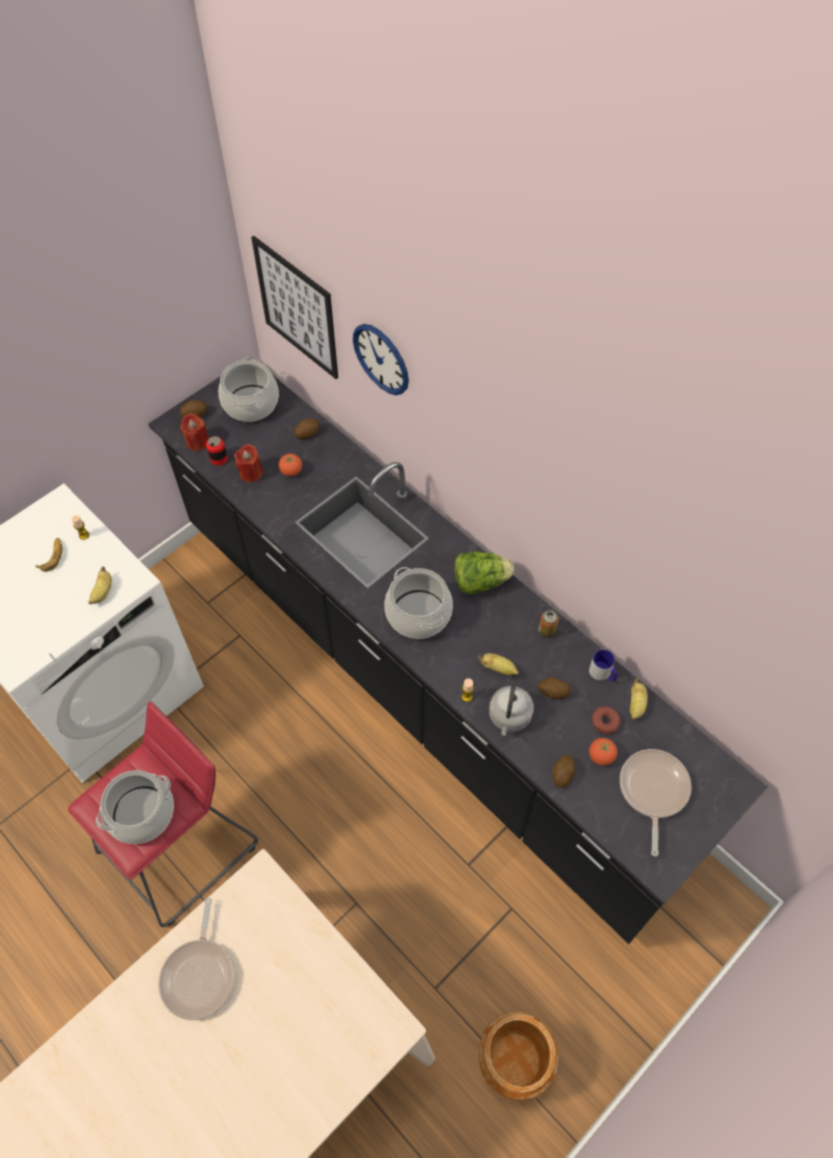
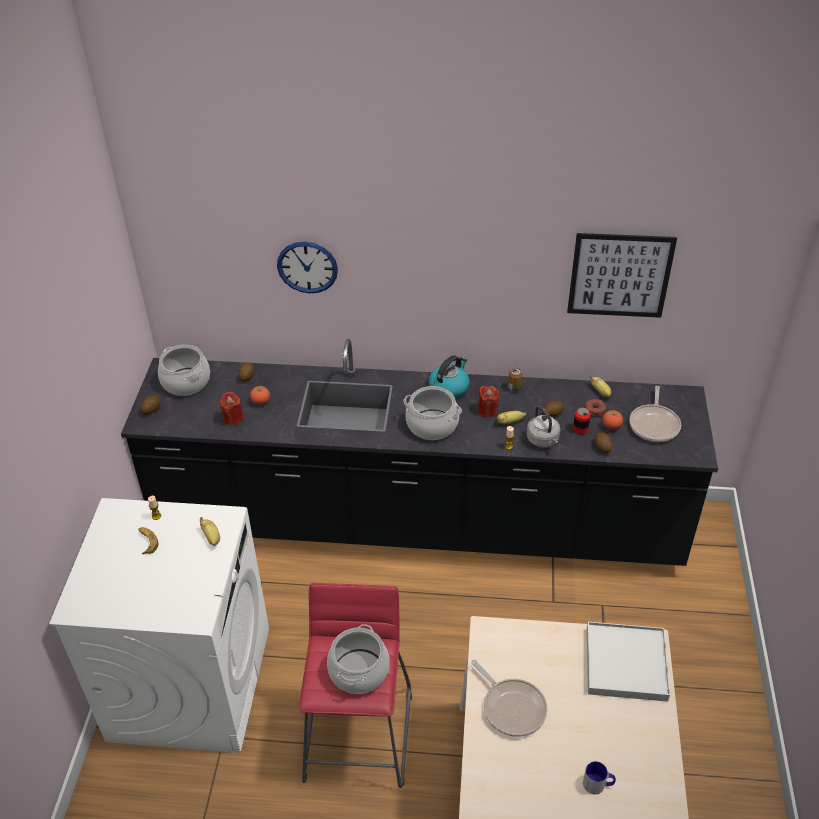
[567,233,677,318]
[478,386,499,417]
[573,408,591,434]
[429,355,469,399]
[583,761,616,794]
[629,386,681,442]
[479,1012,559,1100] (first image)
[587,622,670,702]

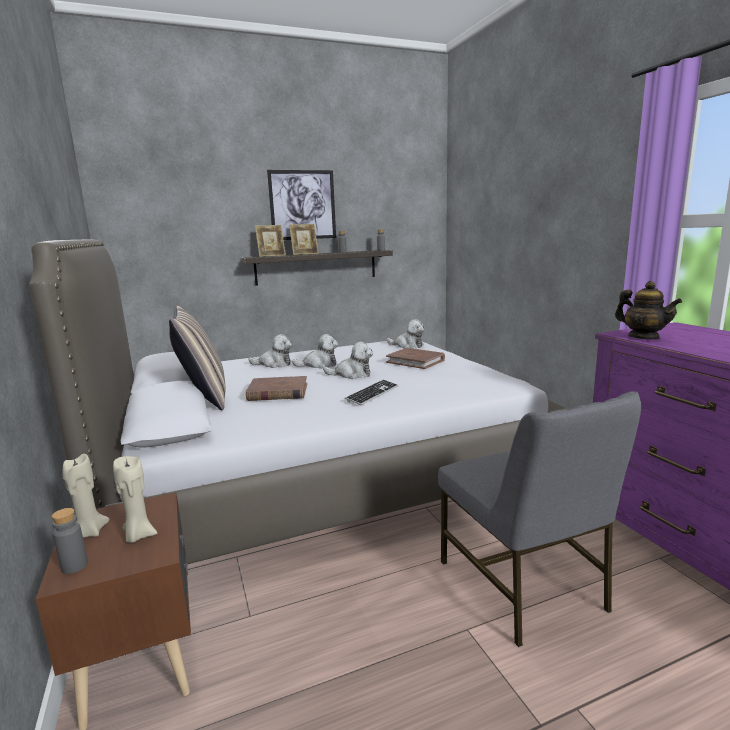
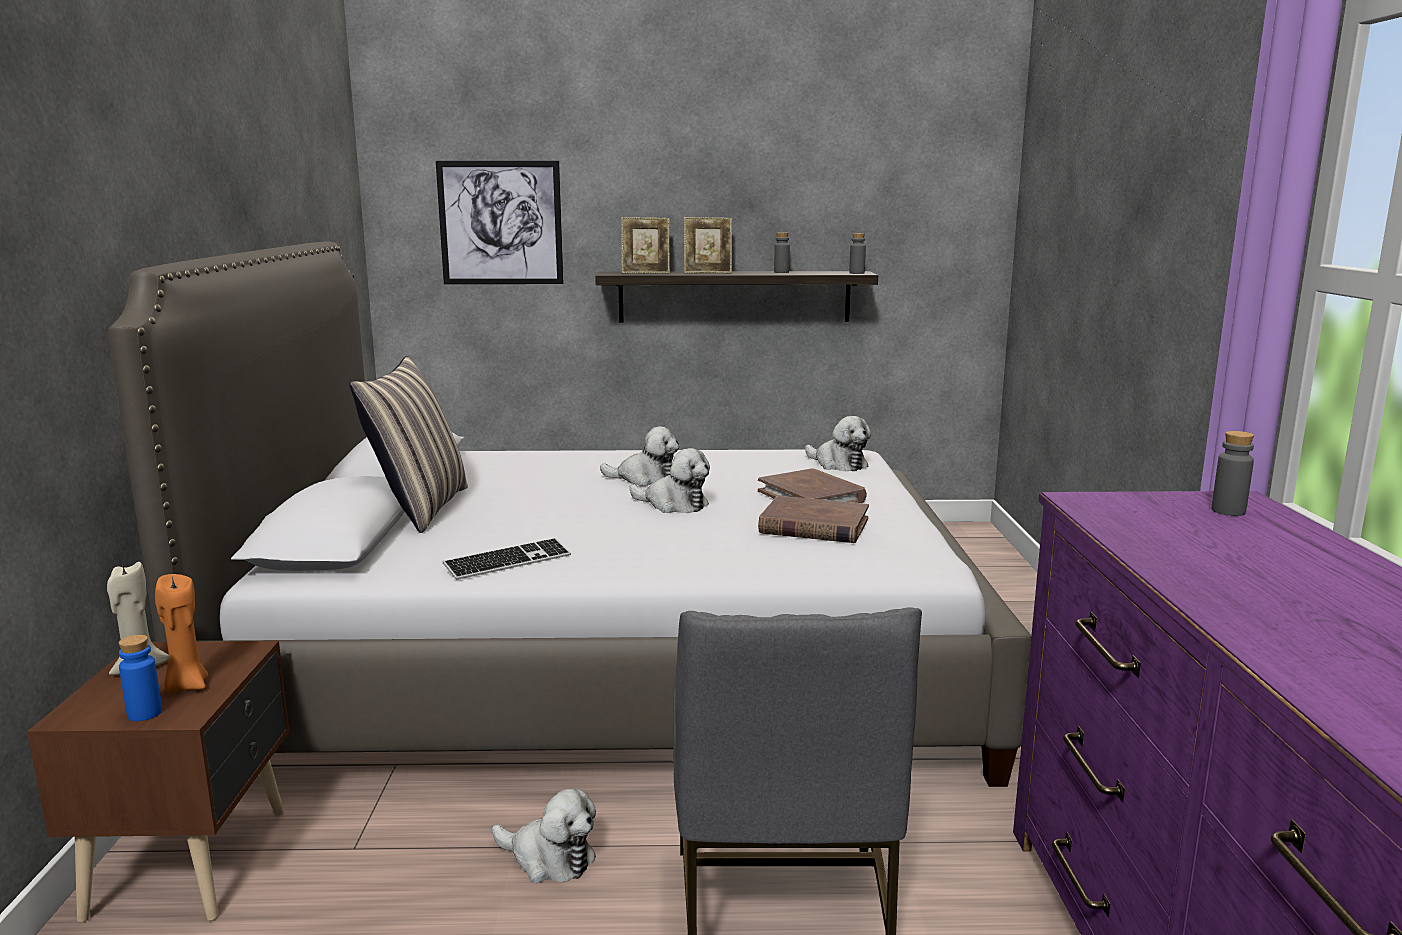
[436,161,564,284]
[615,281,682,340] (first image)
[492,789,596,883]
[758,496,869,543]
[443,538,571,580]
[155,574,208,693]
[1211,431,1254,516]
[119,635,162,721]

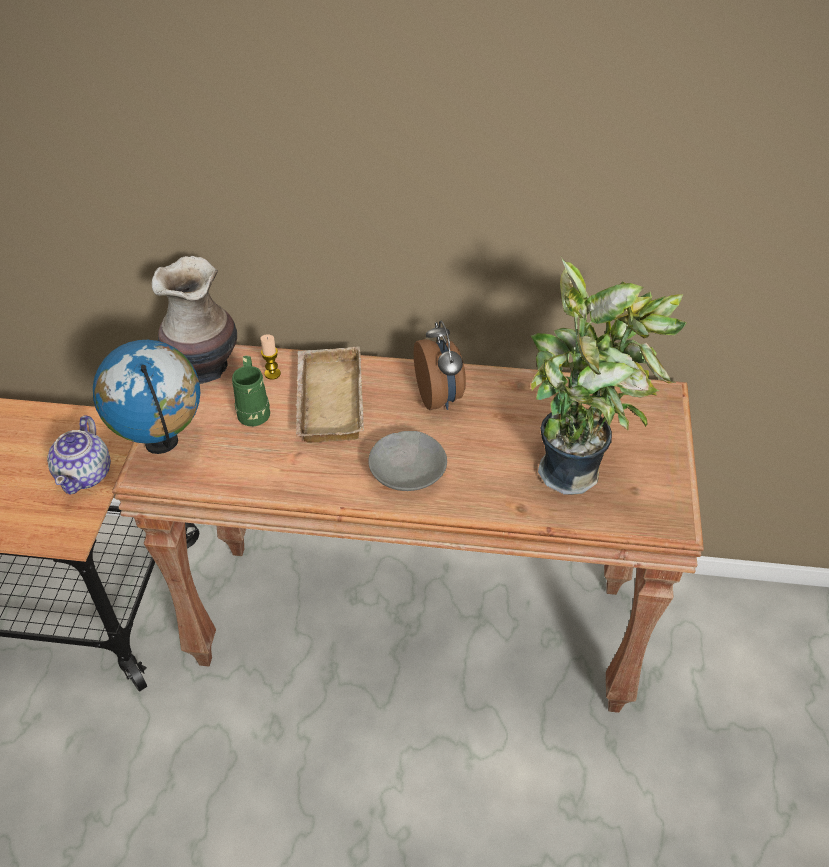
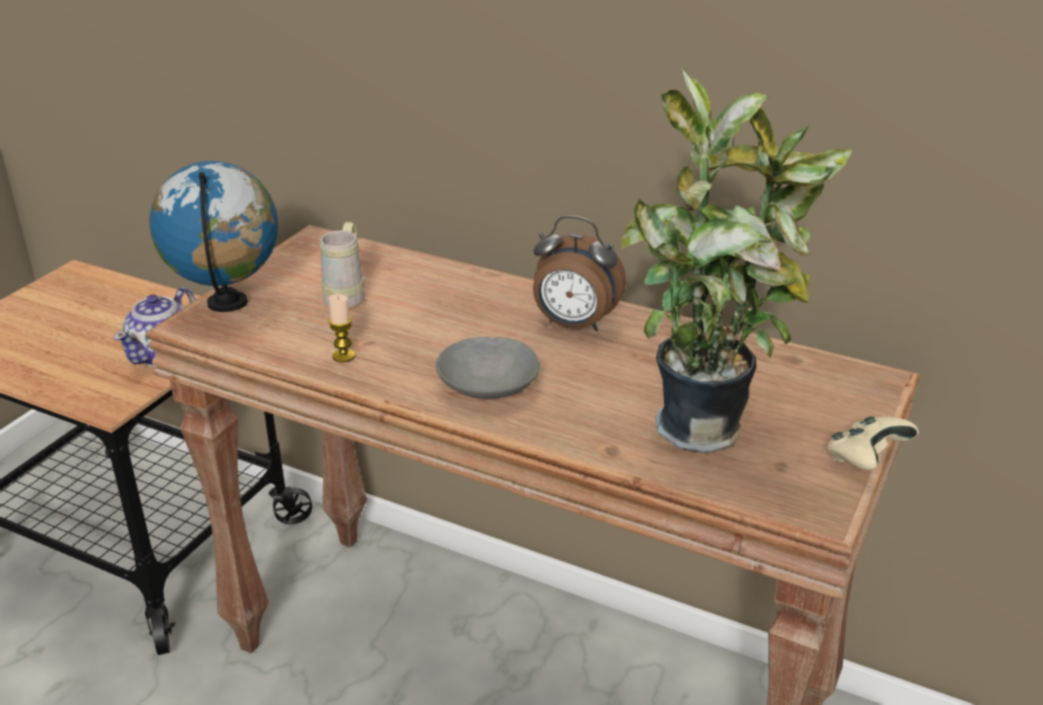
[152,256,237,384] (first image)
[533,216,626,331]
[328,294,355,363]
[295,346,364,443] (first image)
[320,222,365,309]
[827,416,919,470]

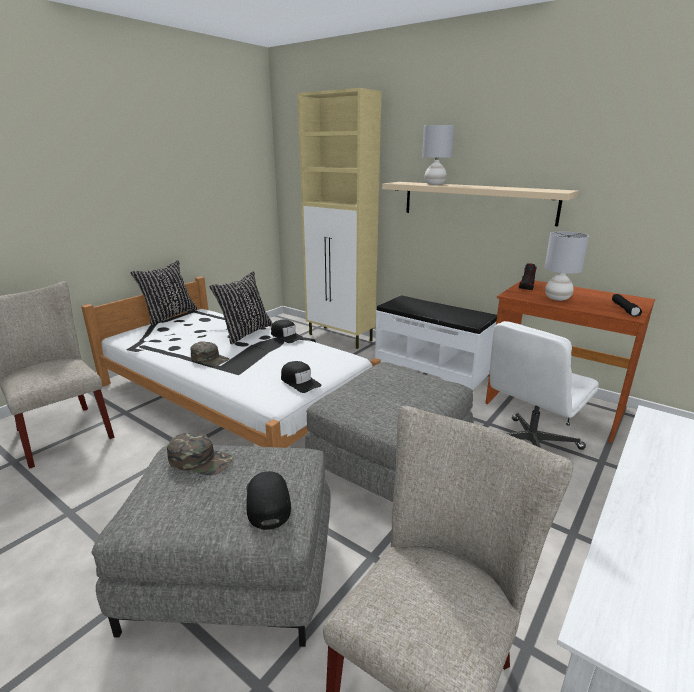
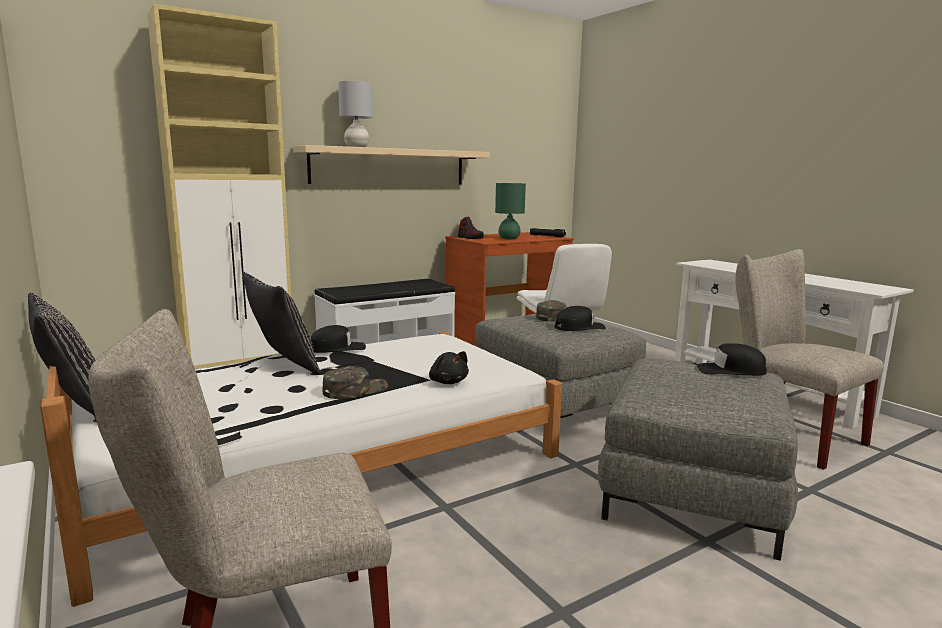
[495,183,526,239]
[555,306,606,331]
[536,300,567,322]
[429,351,469,384]

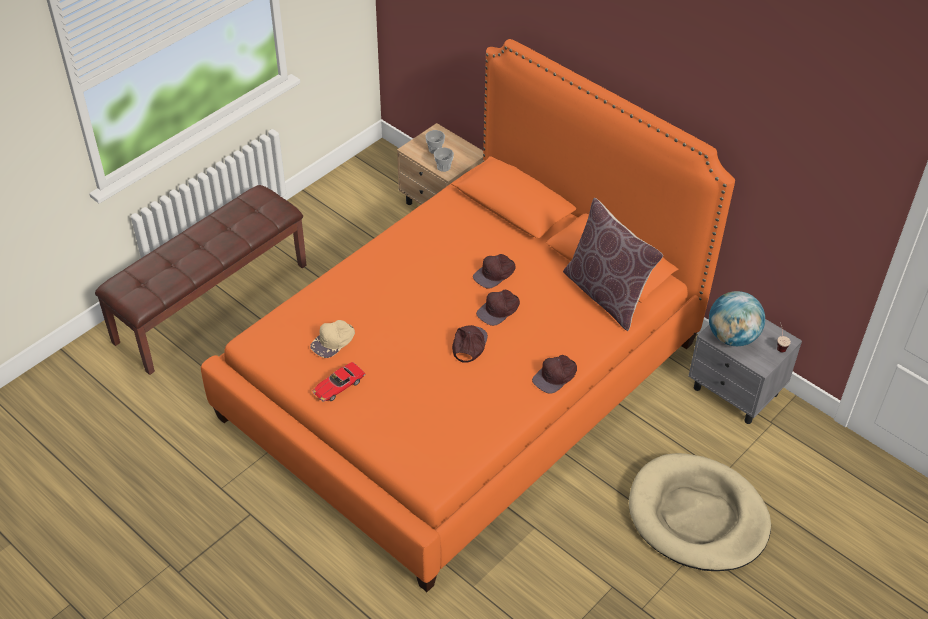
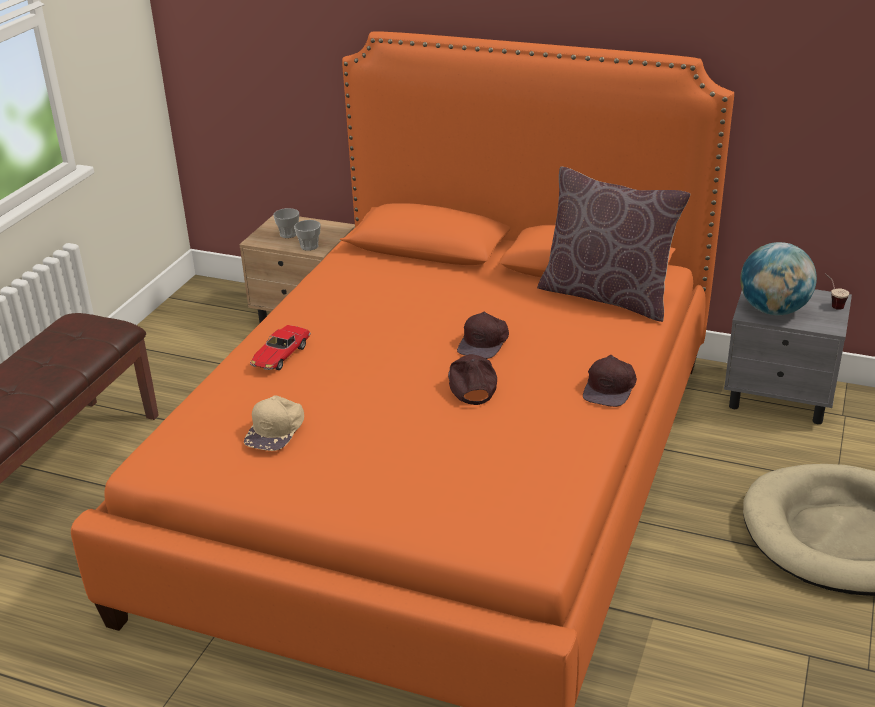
[473,254,515,288] (first image)
[250,325,311,370]

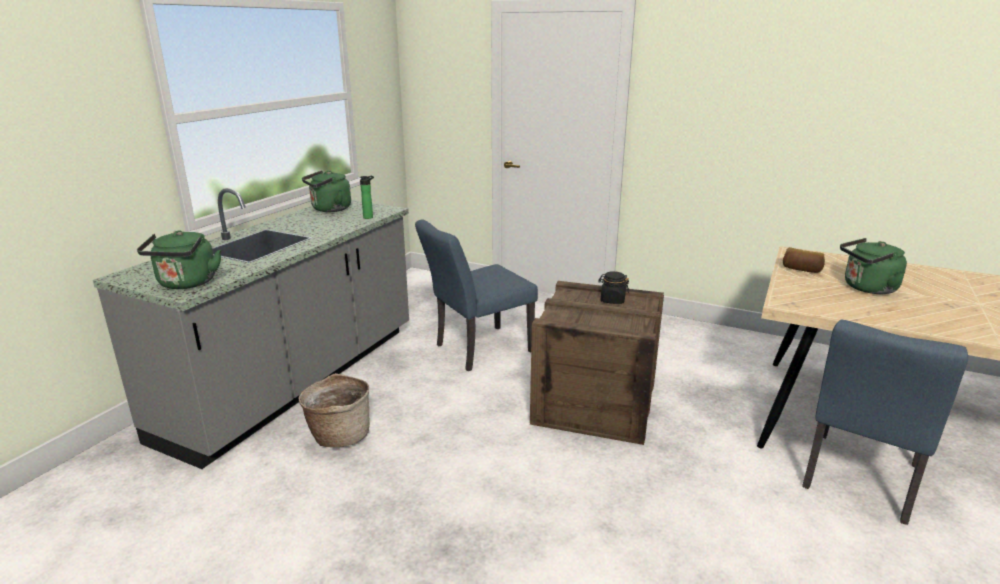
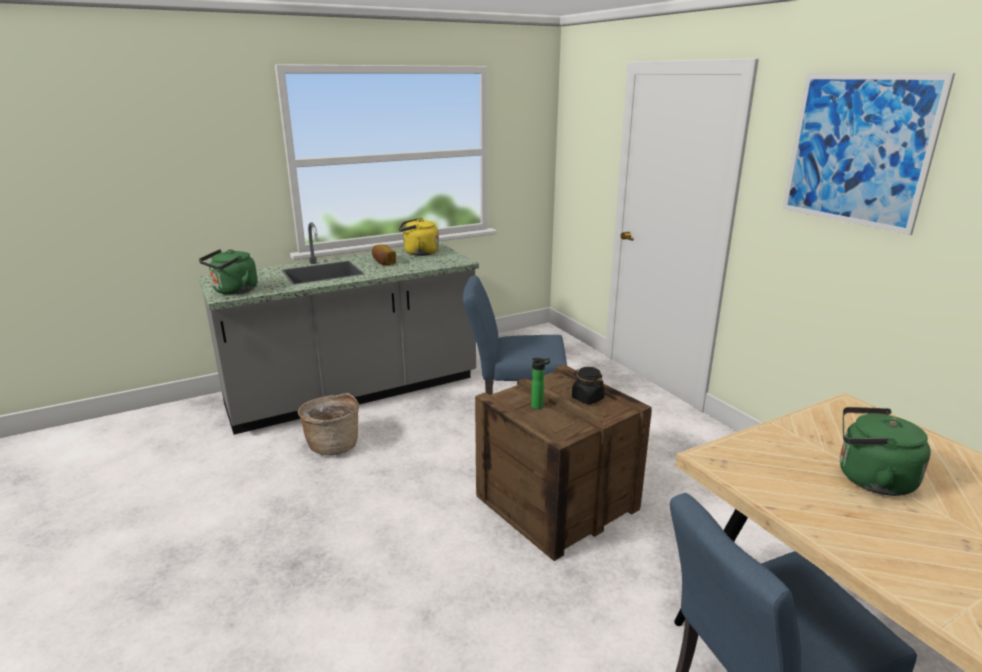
[399,218,439,256]
[531,358,550,409]
[372,244,396,266]
[782,73,955,235]

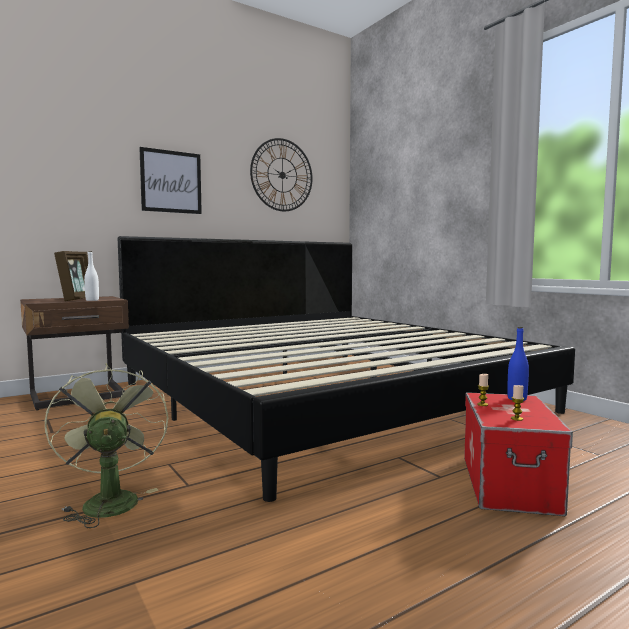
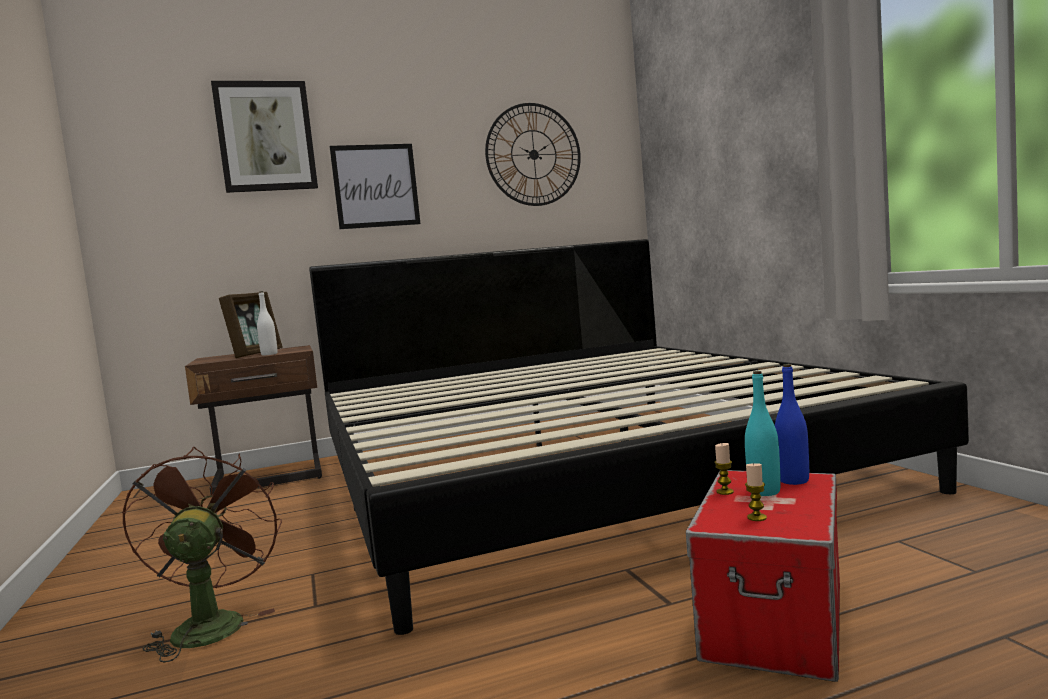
[122,446,282,662]
[211,81,318,193]
[745,371,781,496]

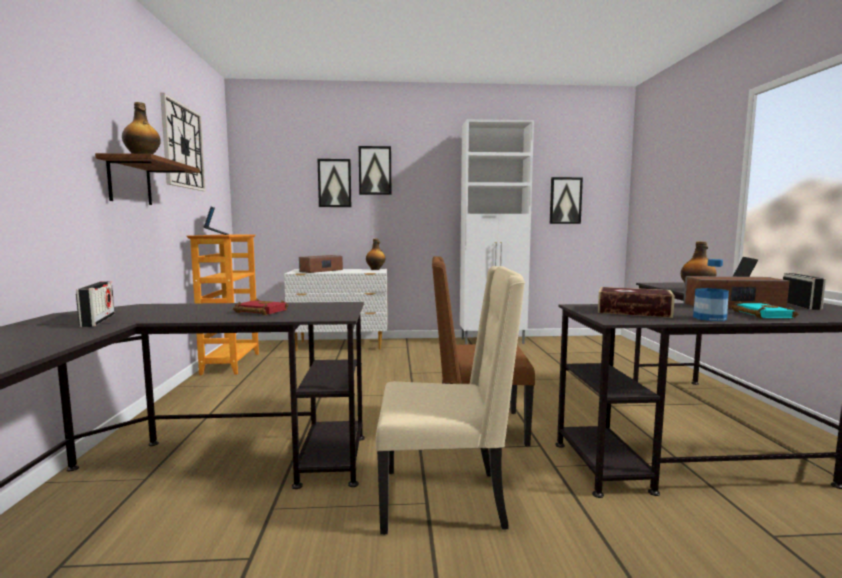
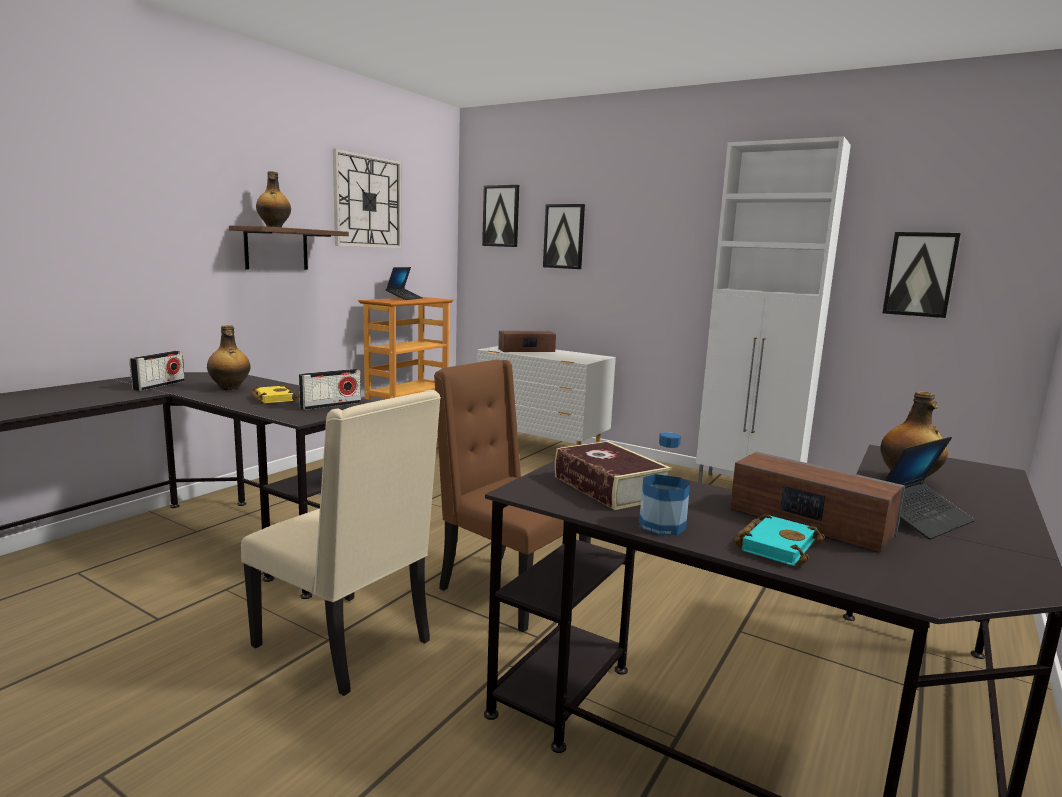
[482,185,519,247]
[207,325,250,391]
[299,369,361,410]
[250,384,298,404]

